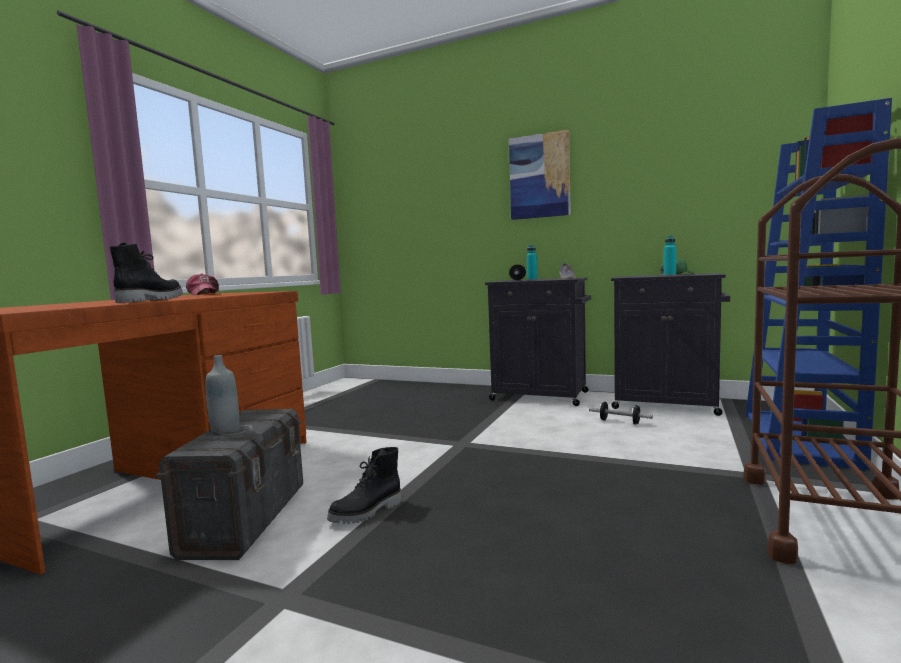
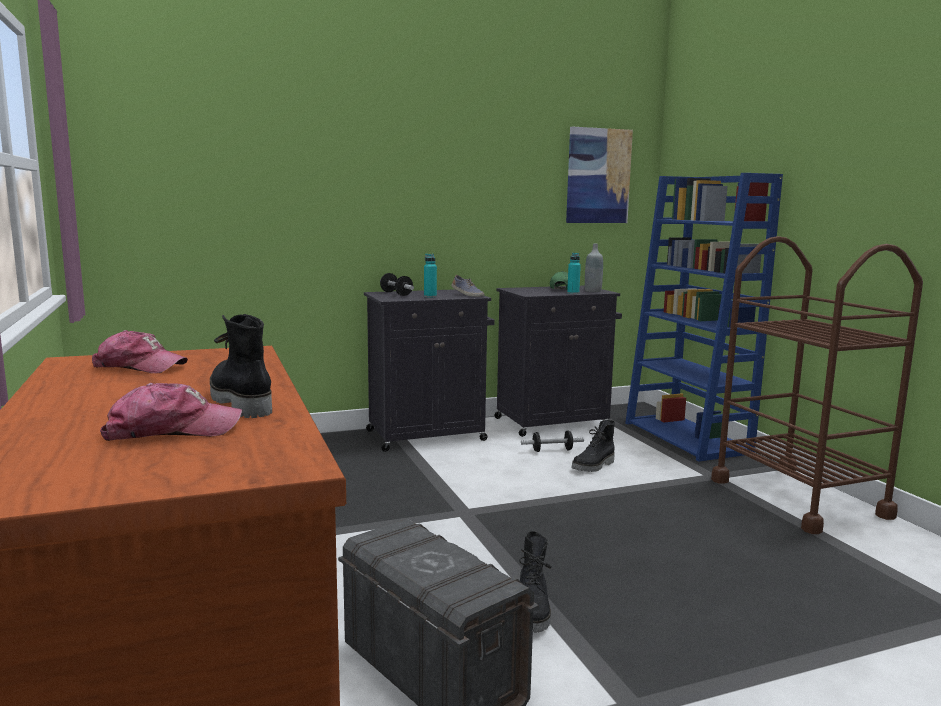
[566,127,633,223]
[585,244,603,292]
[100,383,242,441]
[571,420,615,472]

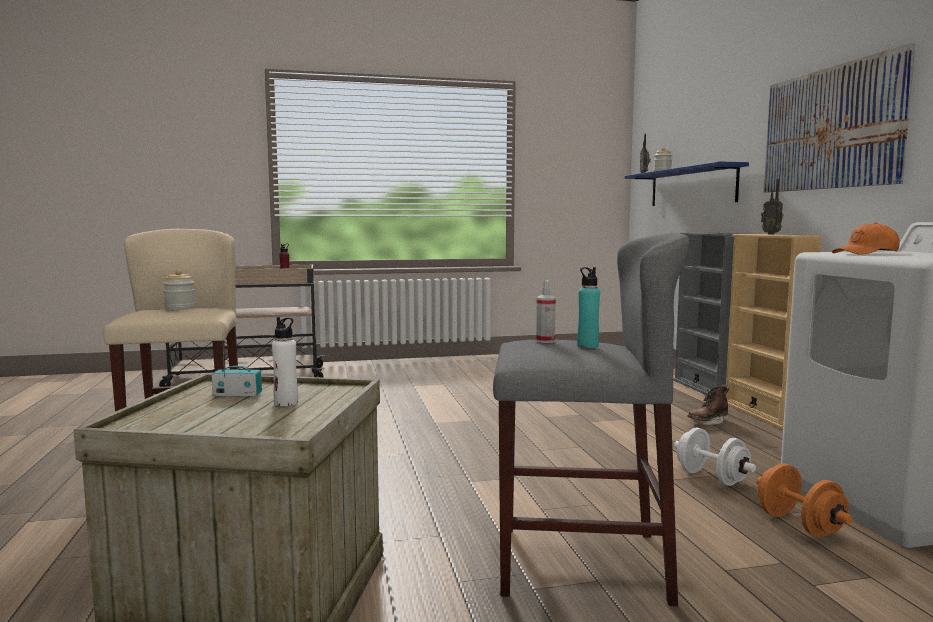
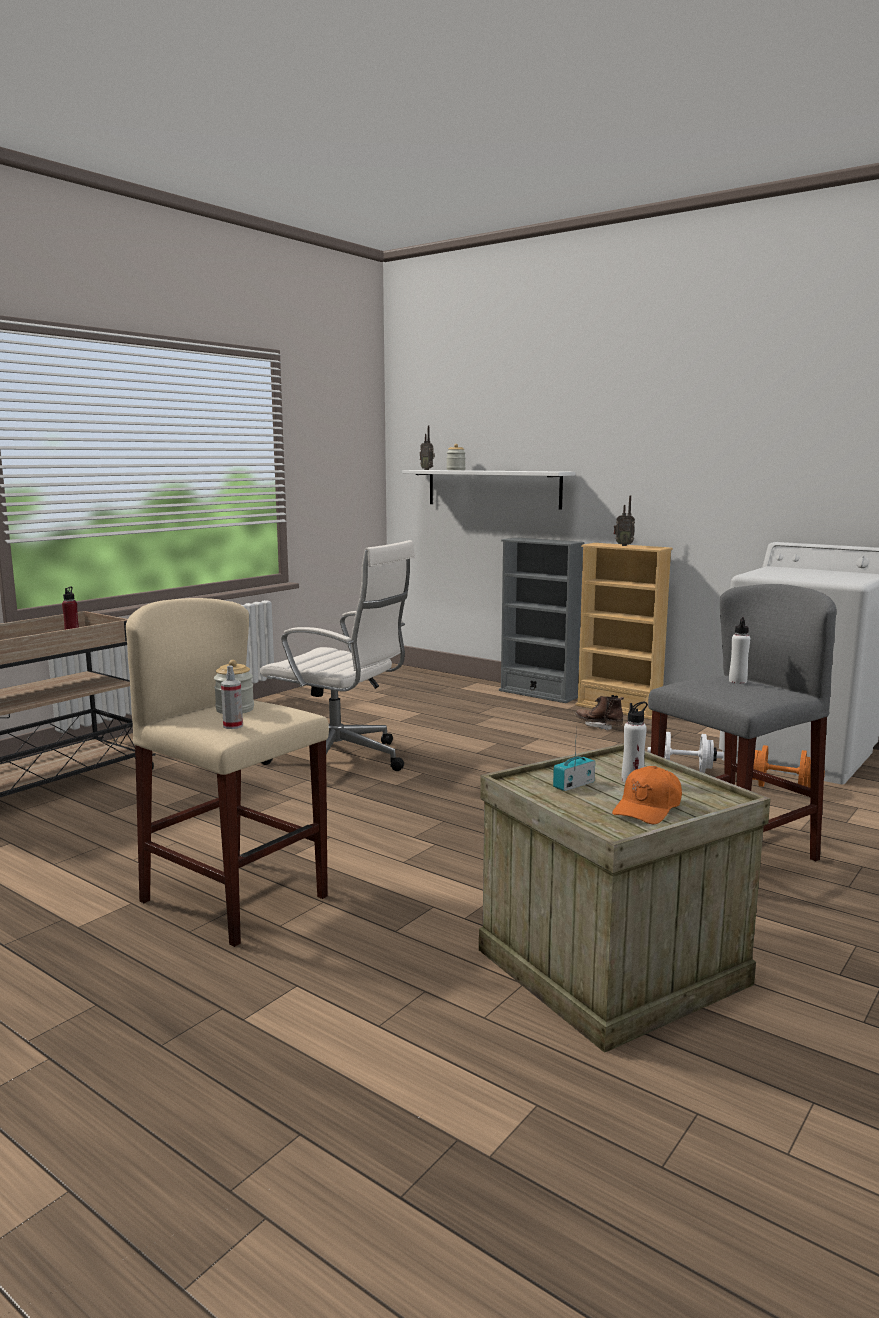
[764,43,915,192] (first image)
[402,470,575,509]
[612,766,682,825]
[729,617,750,684]
[221,665,243,729]
[575,696,624,731]
[260,540,415,771]

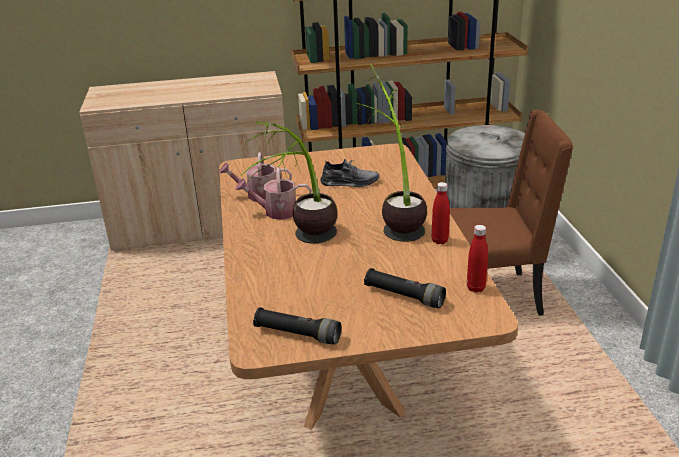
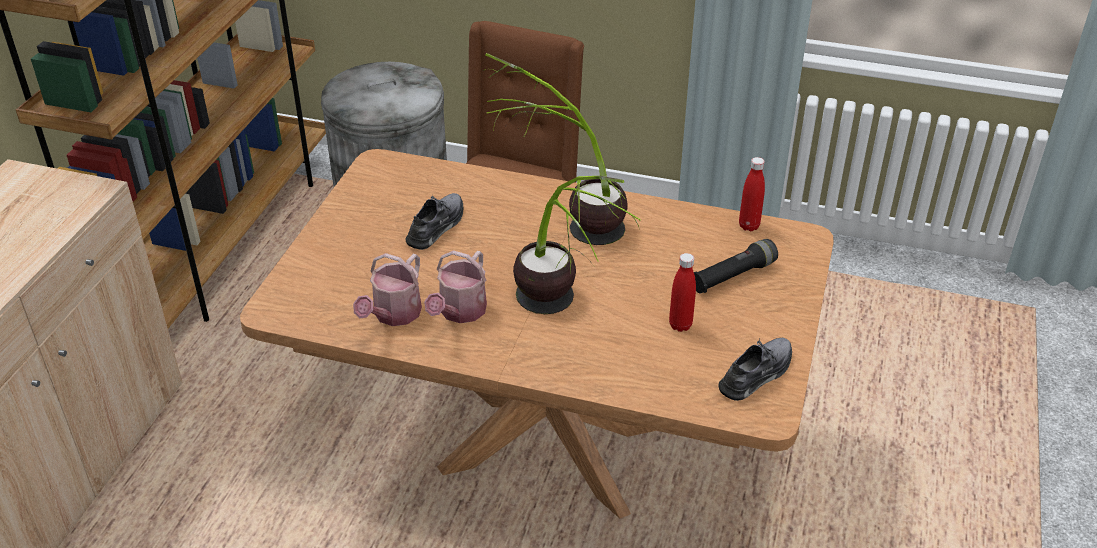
[669,253,696,332]
[718,338,792,401]

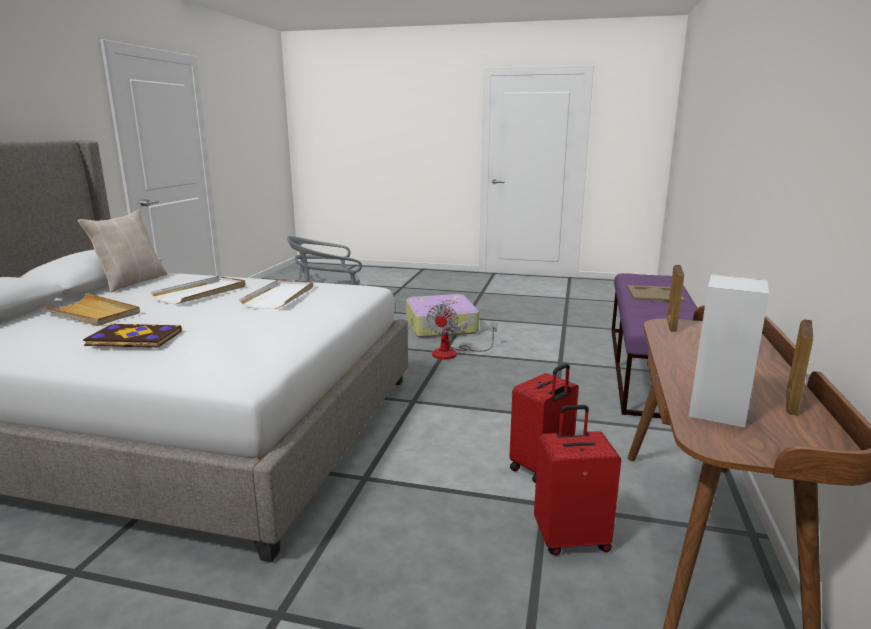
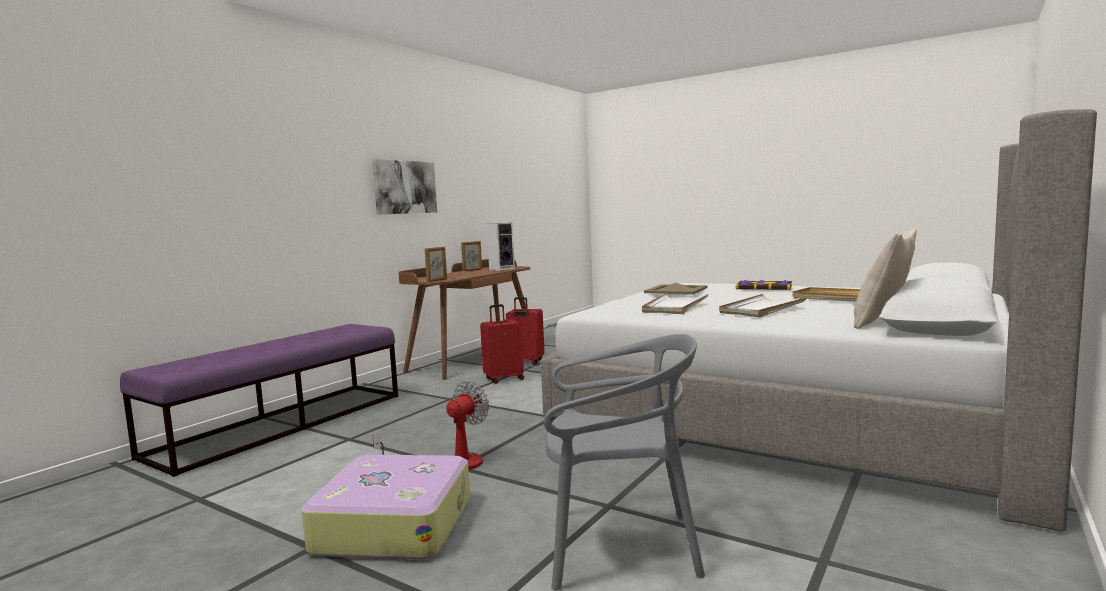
[644,283,708,295]
[372,159,437,215]

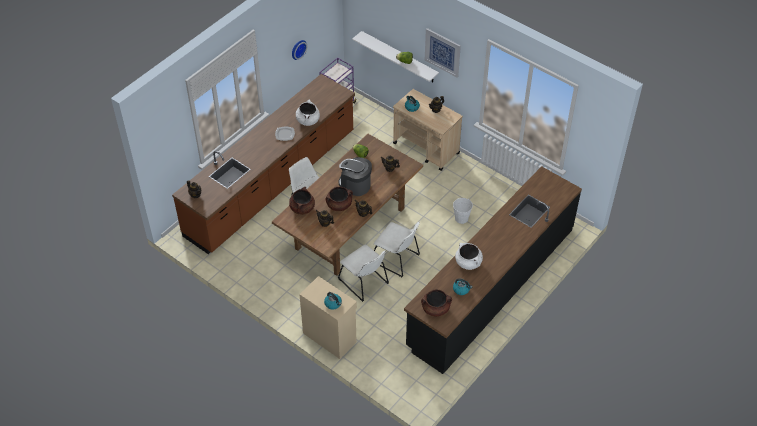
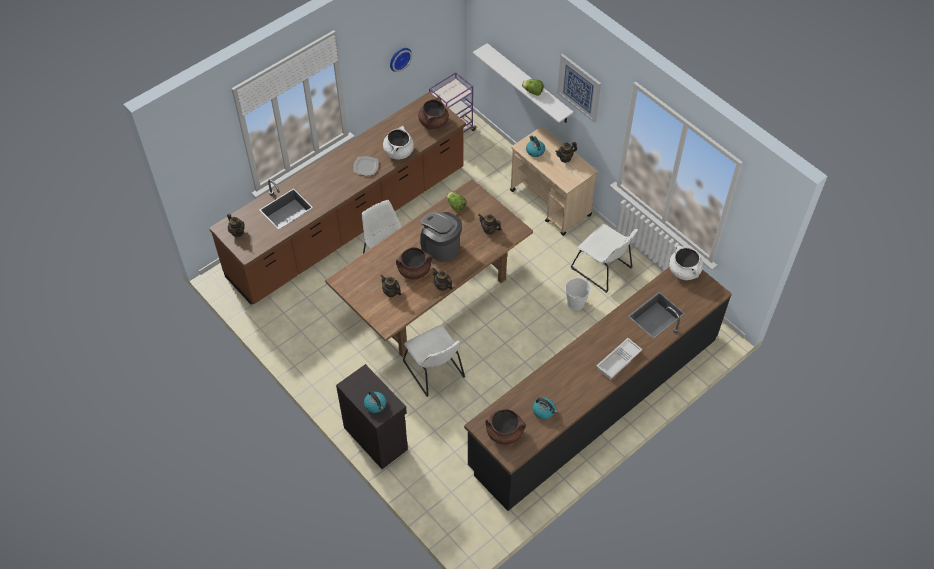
[418,97,449,130]
[571,224,638,293]
[669,246,703,280]
[336,364,408,469]
[596,338,643,380]

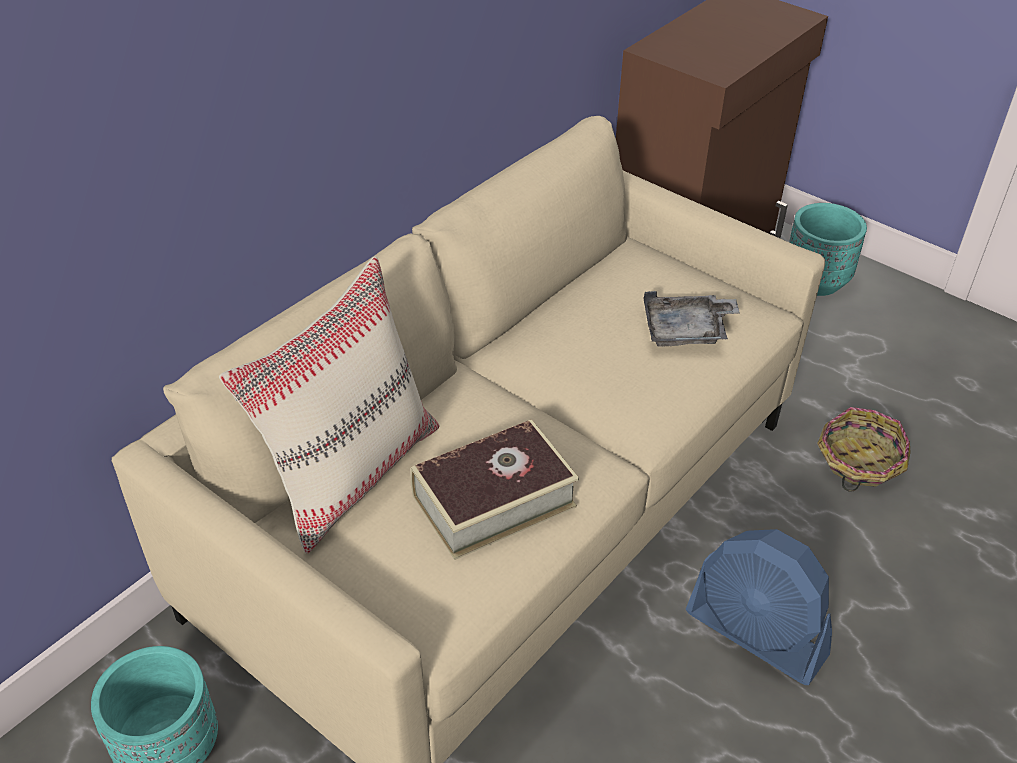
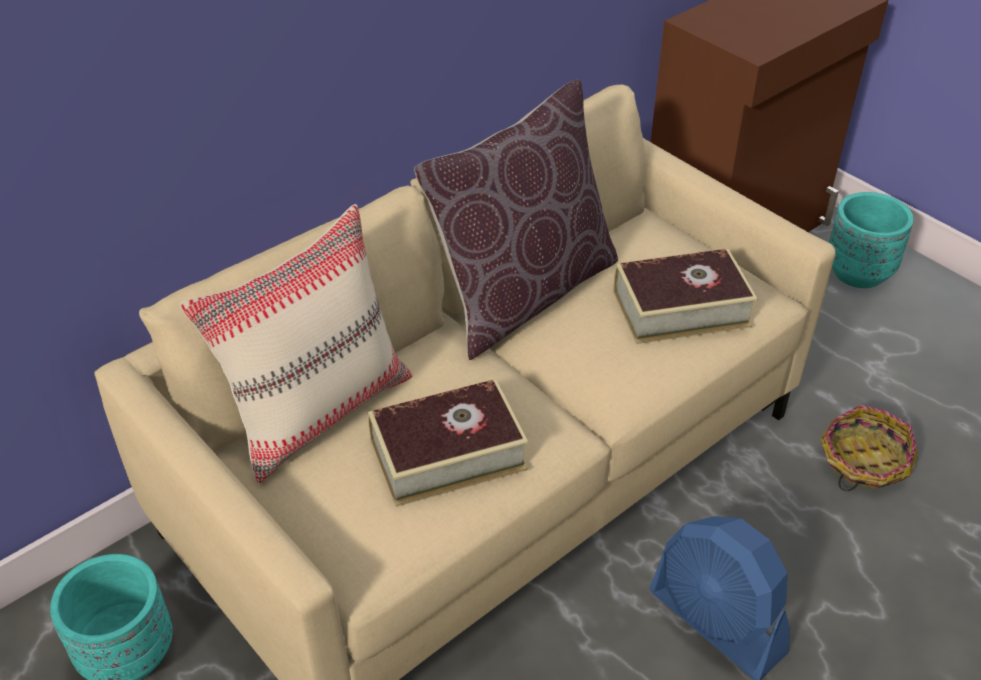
[613,249,758,344]
[414,79,618,360]

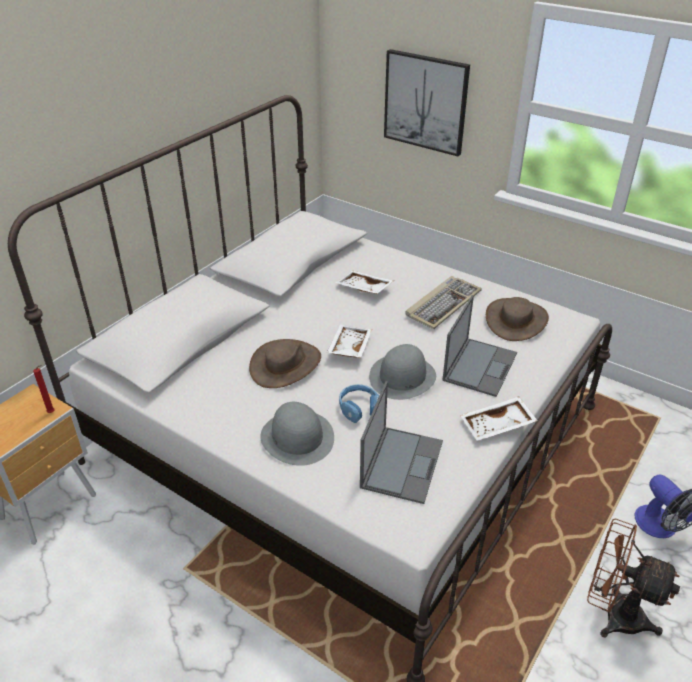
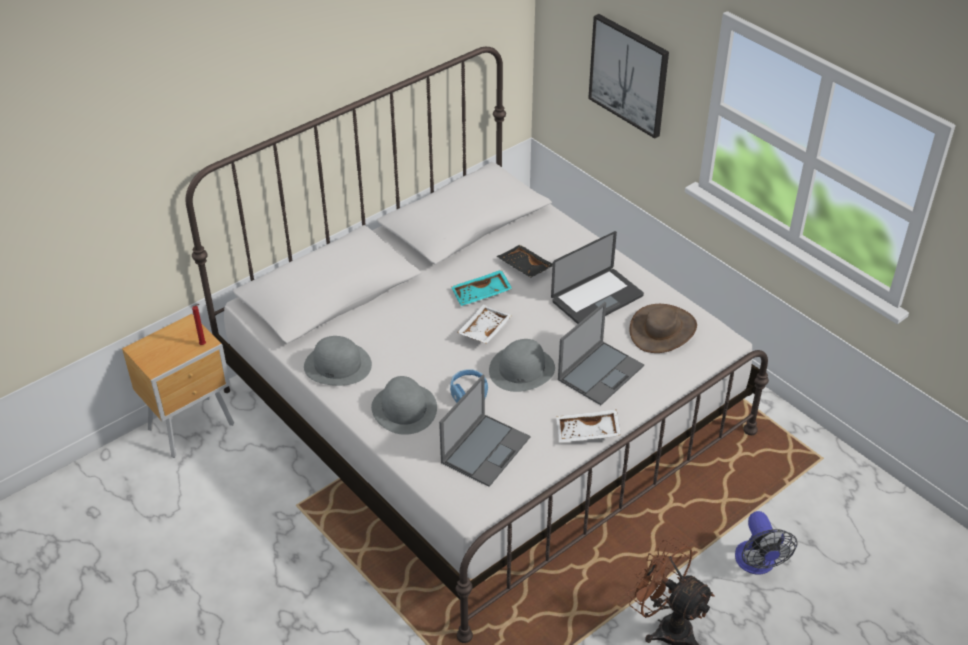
[497,245,553,278]
[551,231,644,324]
[249,339,321,388] (first image)
[451,270,512,306]
[304,336,372,386]

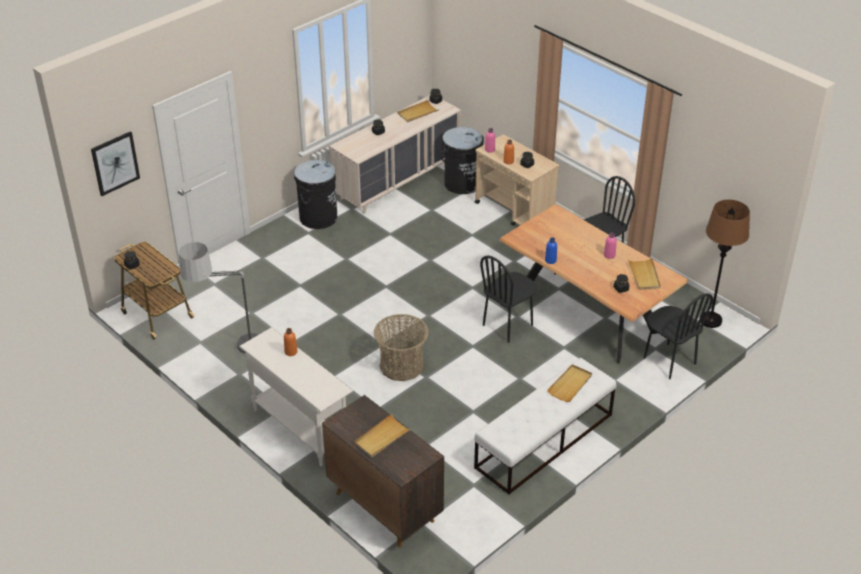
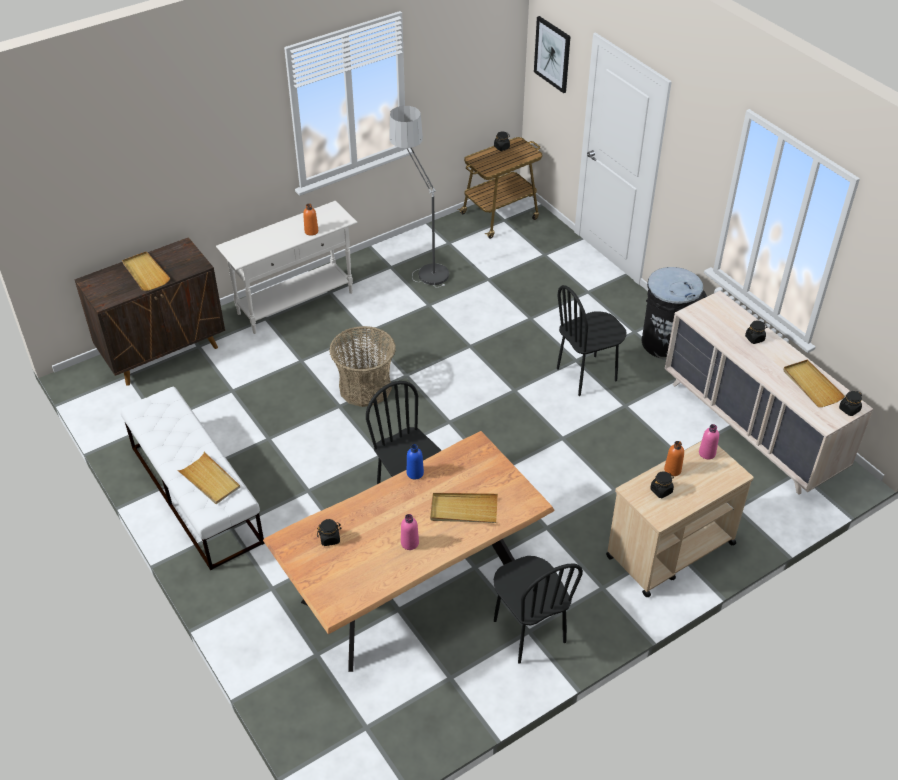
[442,127,484,194] (first image)
[700,200,750,328] (first image)
[430,493,498,523]
[557,285,627,396]

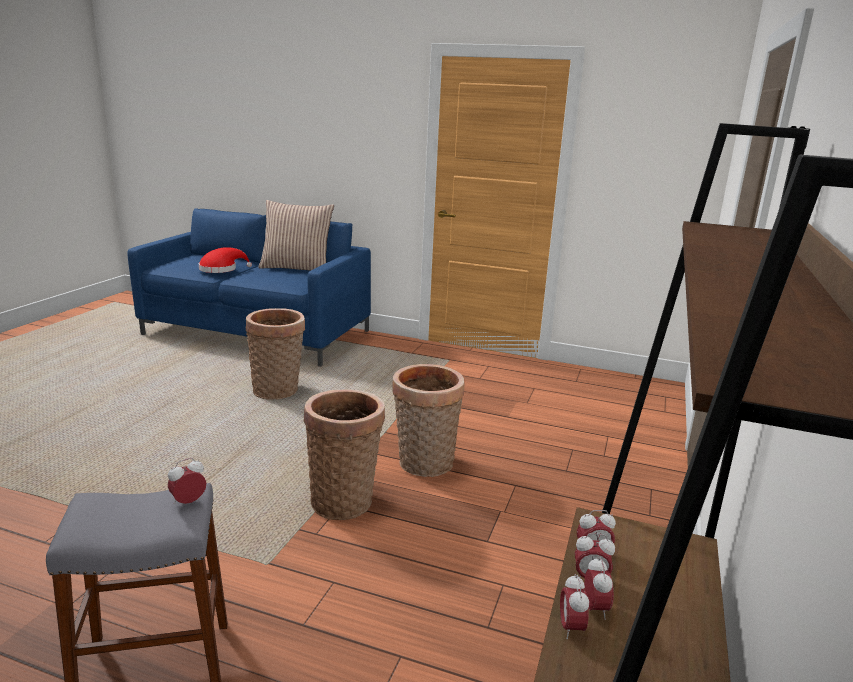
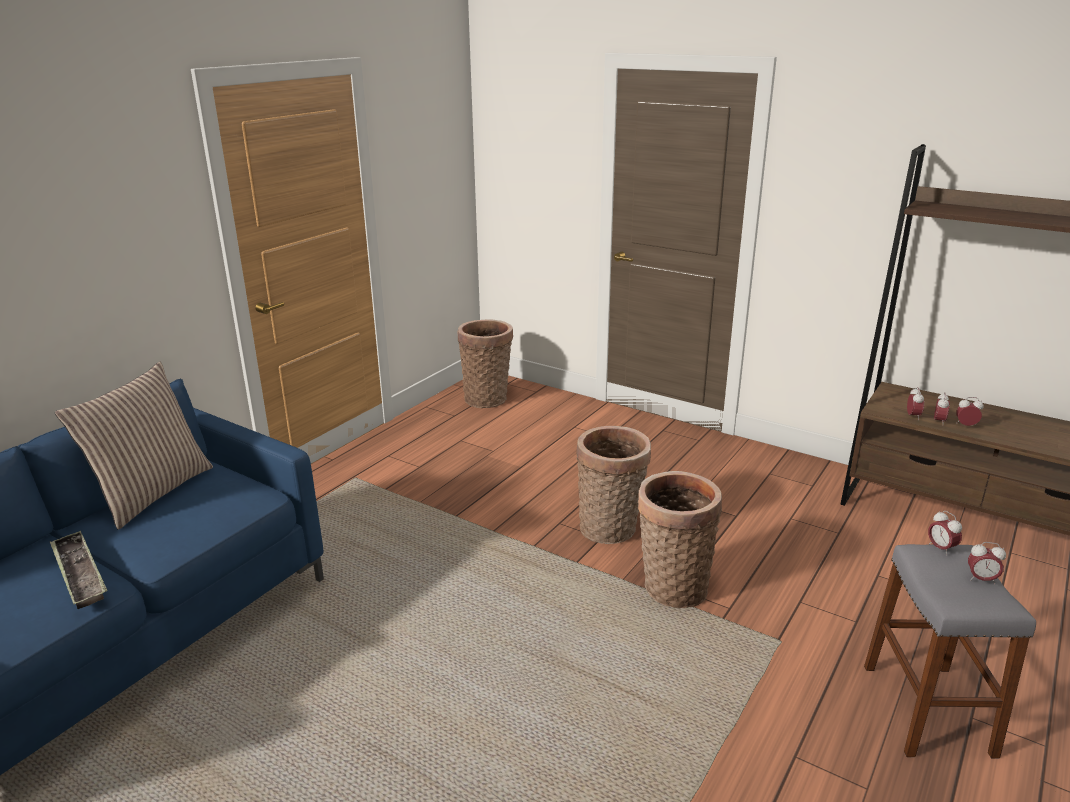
[50,531,107,609]
[458,320,513,408]
[968,542,1006,584]

